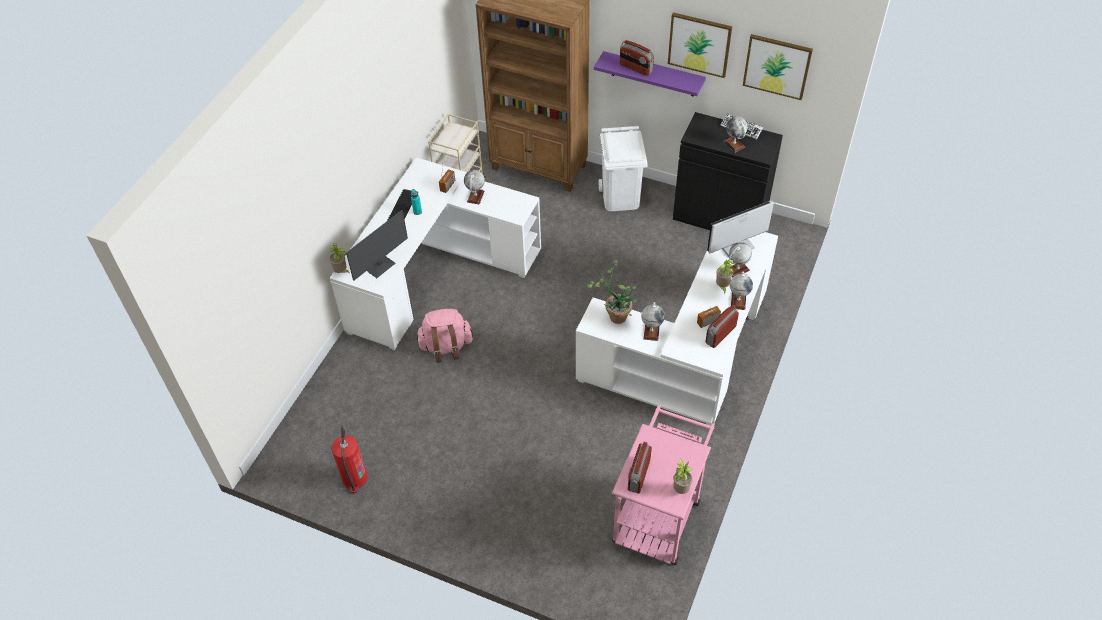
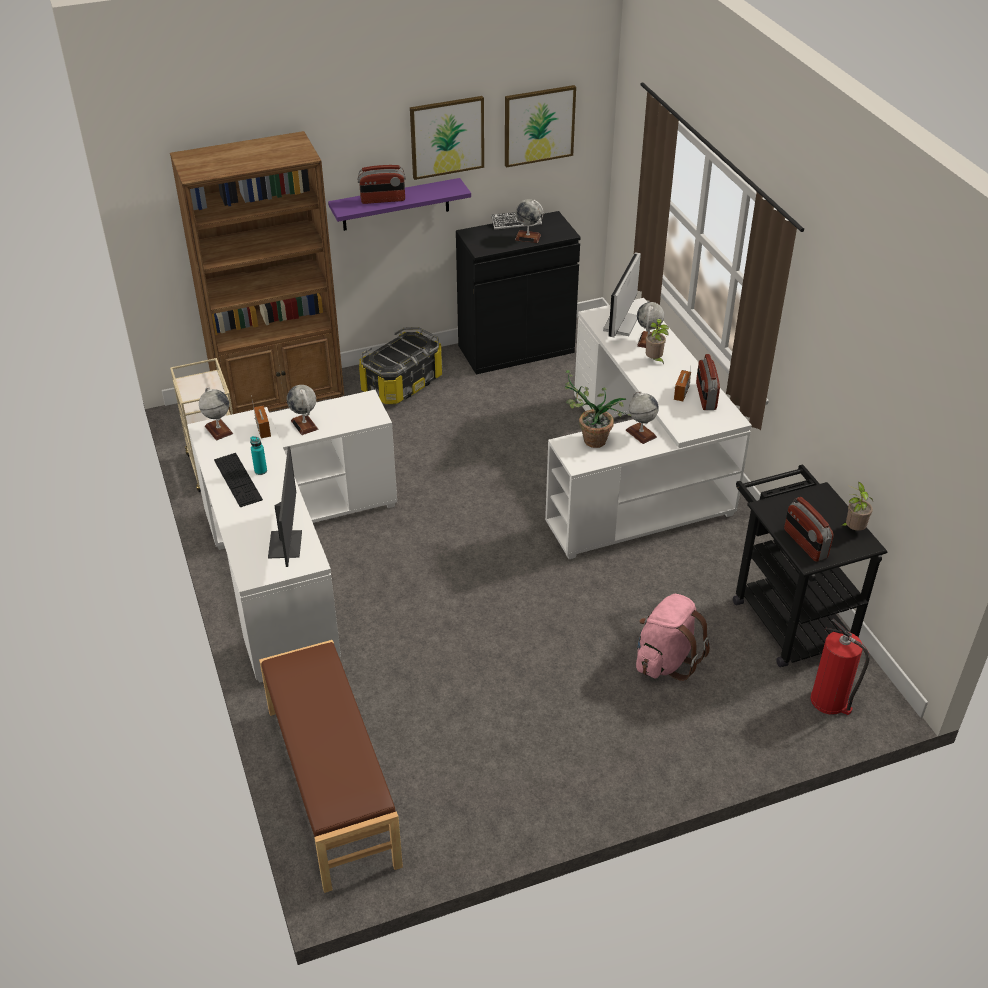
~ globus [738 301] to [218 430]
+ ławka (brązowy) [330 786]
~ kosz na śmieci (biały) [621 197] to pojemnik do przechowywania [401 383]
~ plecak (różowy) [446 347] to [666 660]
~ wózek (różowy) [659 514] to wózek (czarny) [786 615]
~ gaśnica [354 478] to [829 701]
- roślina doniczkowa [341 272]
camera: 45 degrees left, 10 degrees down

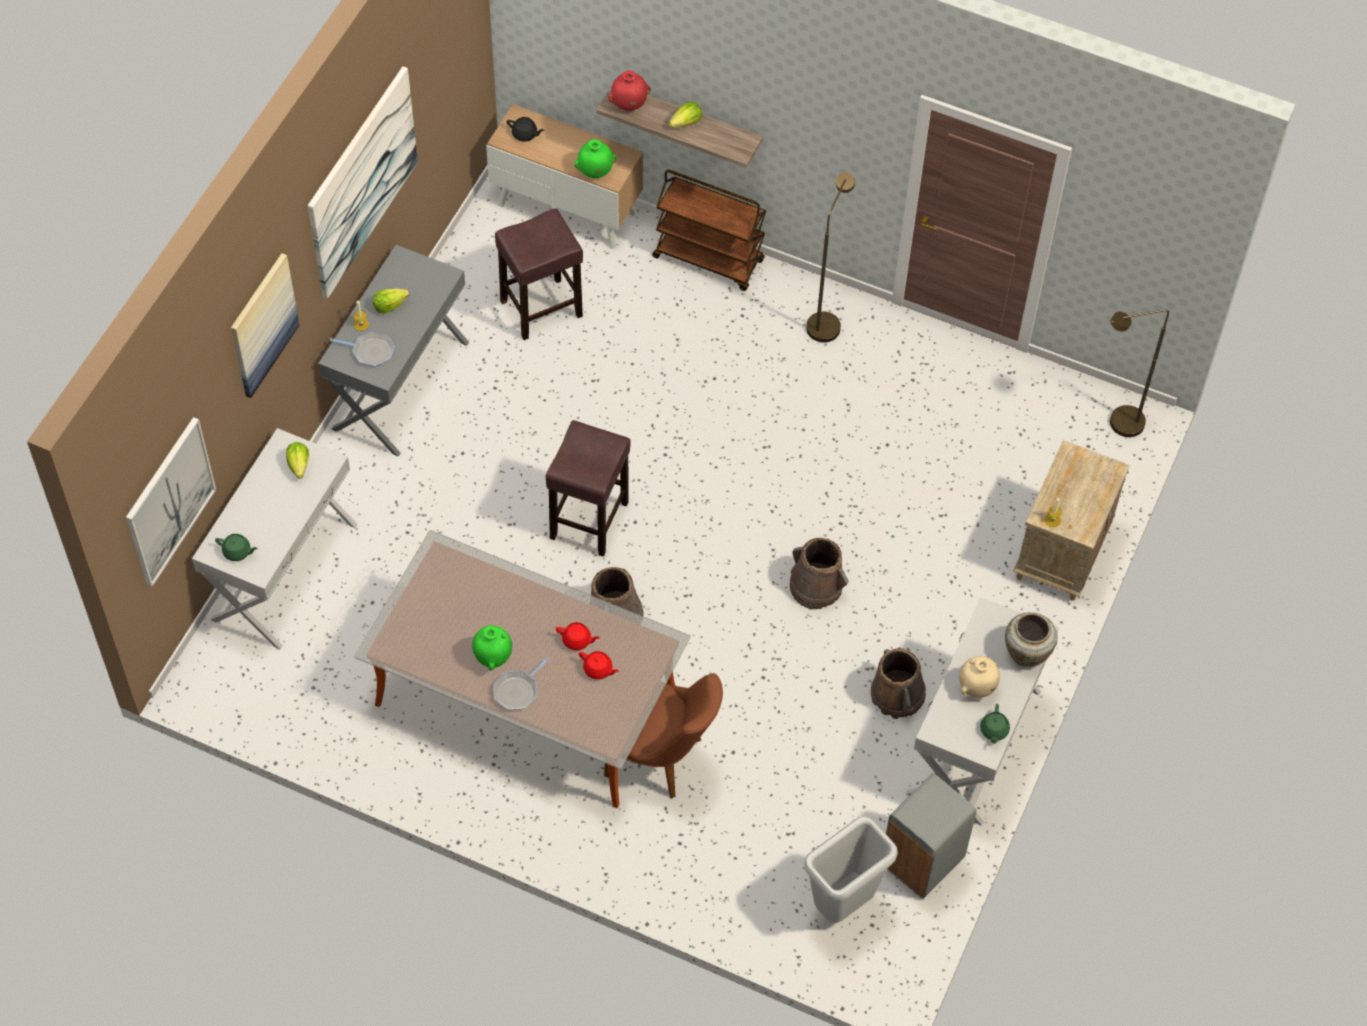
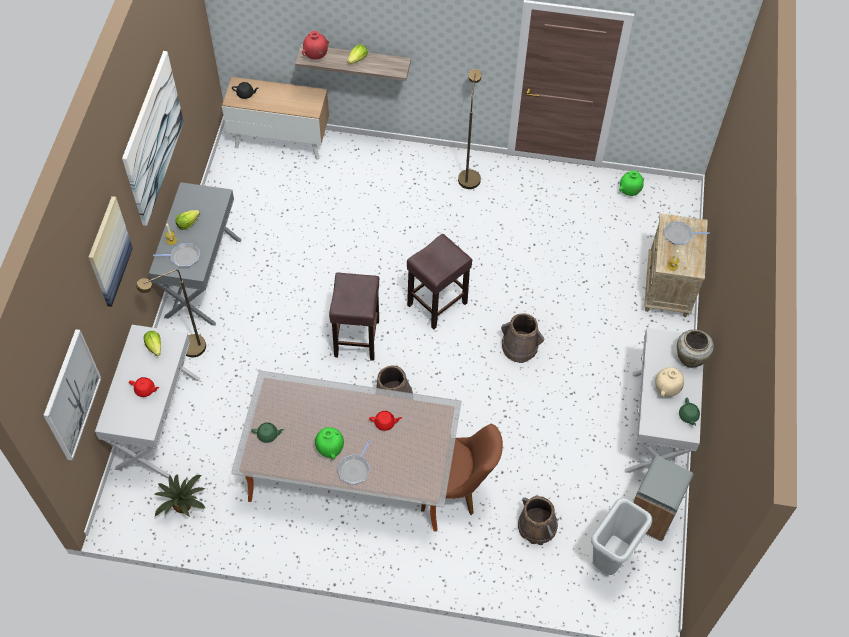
~ imbryk (czerwony) [598 669] to [145 390]
~ lampa stojąca (brązowy) [1118 425] to [187 350]
+ roślina doniczkowa [183 504]
~ imbryk (zielony) [237 552] to [268 435]
~ stołek (brązowy) [542 308] to [438 303]
~ wiadro (brązowy) [897 694] to [537 526]
~ wazon (zielony) [595 172] to [629 191]
+ patelnia [679 235]
- wózek (brązowy) [709 259]
camera: 15 degrees left, 0 degrees up

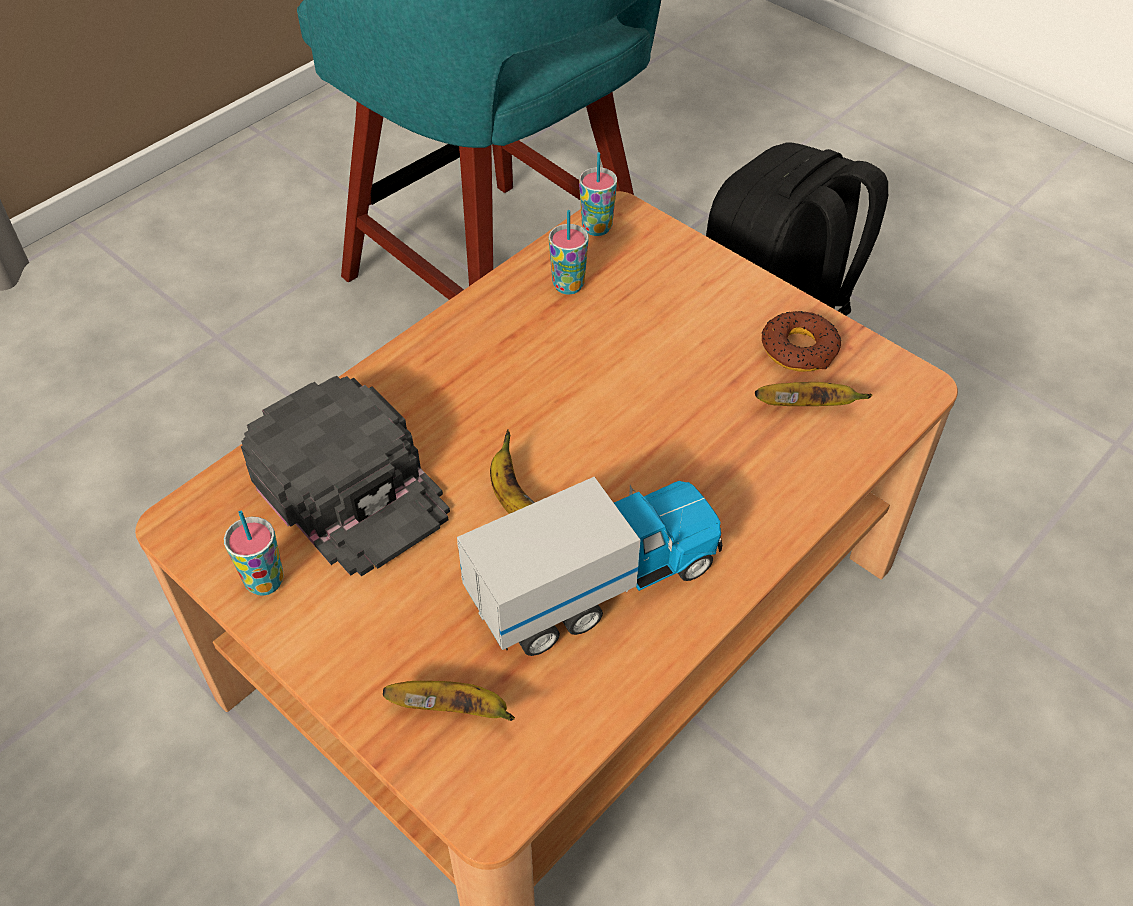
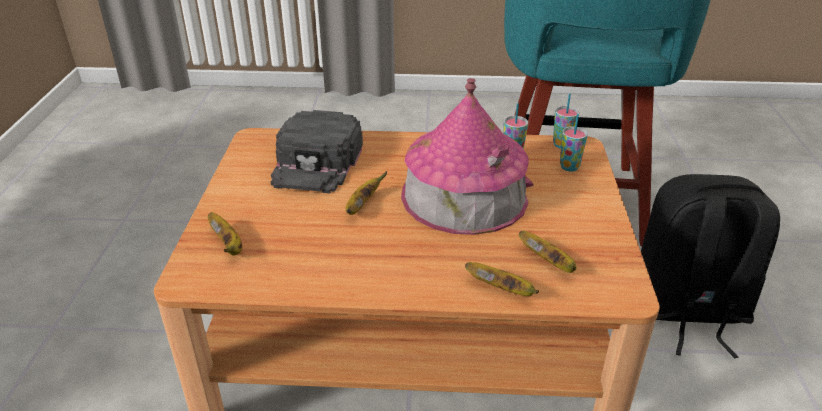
+ domek [464 195]
+ banan [502 289]
~ filiżanka [265 582] to [569 167]
- ciężarówka zabawkowa [596 584]
- donut [799 349]
camera: 50 degrees right, 15 degrees down

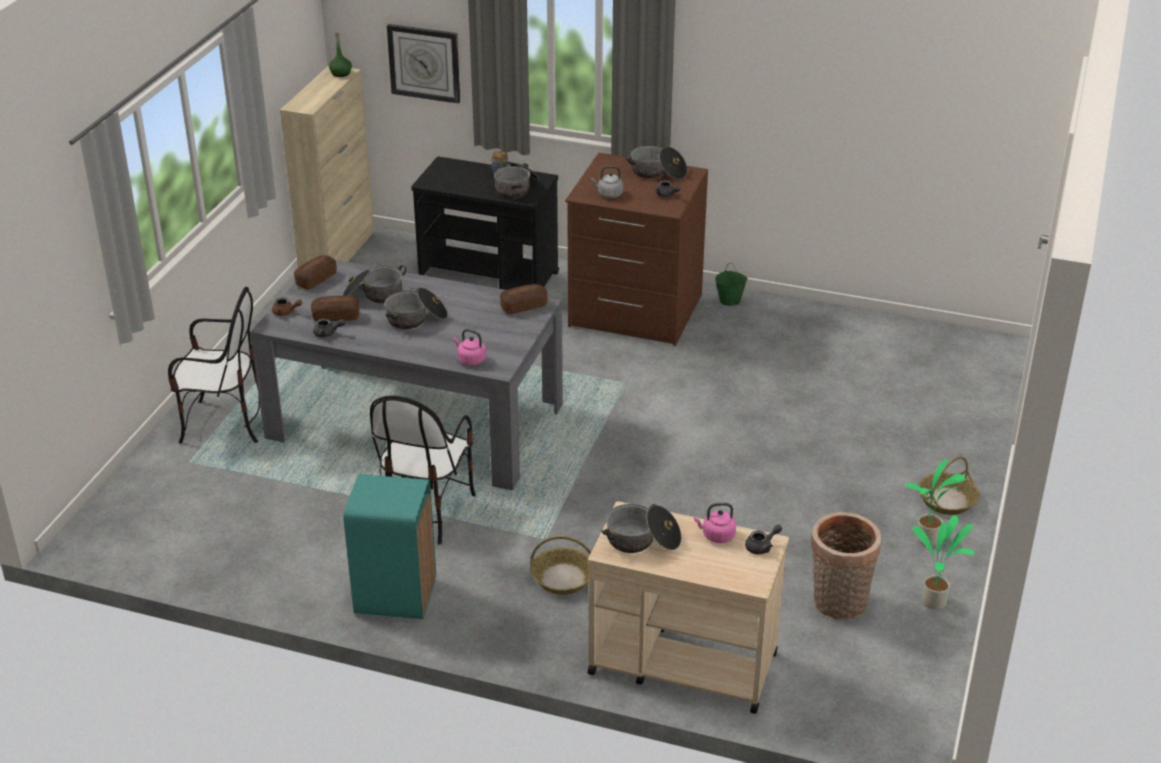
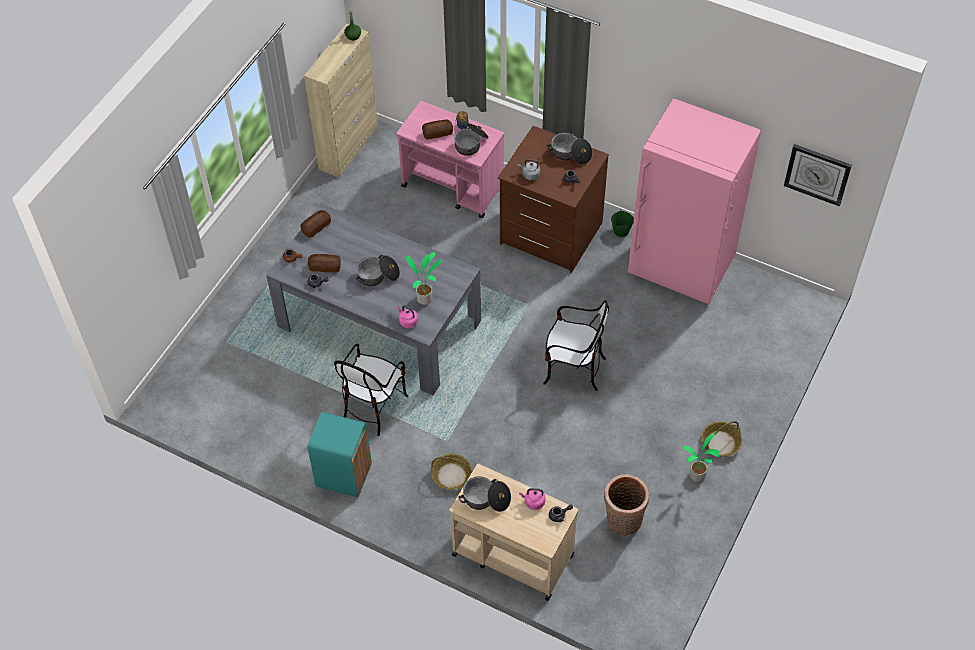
~ wózek (czarny) [490 278] to wózek (różowy) [453 187]
~ roślina doniczkowa [935 601] to [425 298]
~ chleb [523 306] to [437 133]
~ krzesło [224 424] to [573 369]
+ lodówka (różowy) [681 269]
~ zegar ścienny [424 63] to [817 174]
- garnek [374 295]
camera: 10 degrees right, 20 degrees up

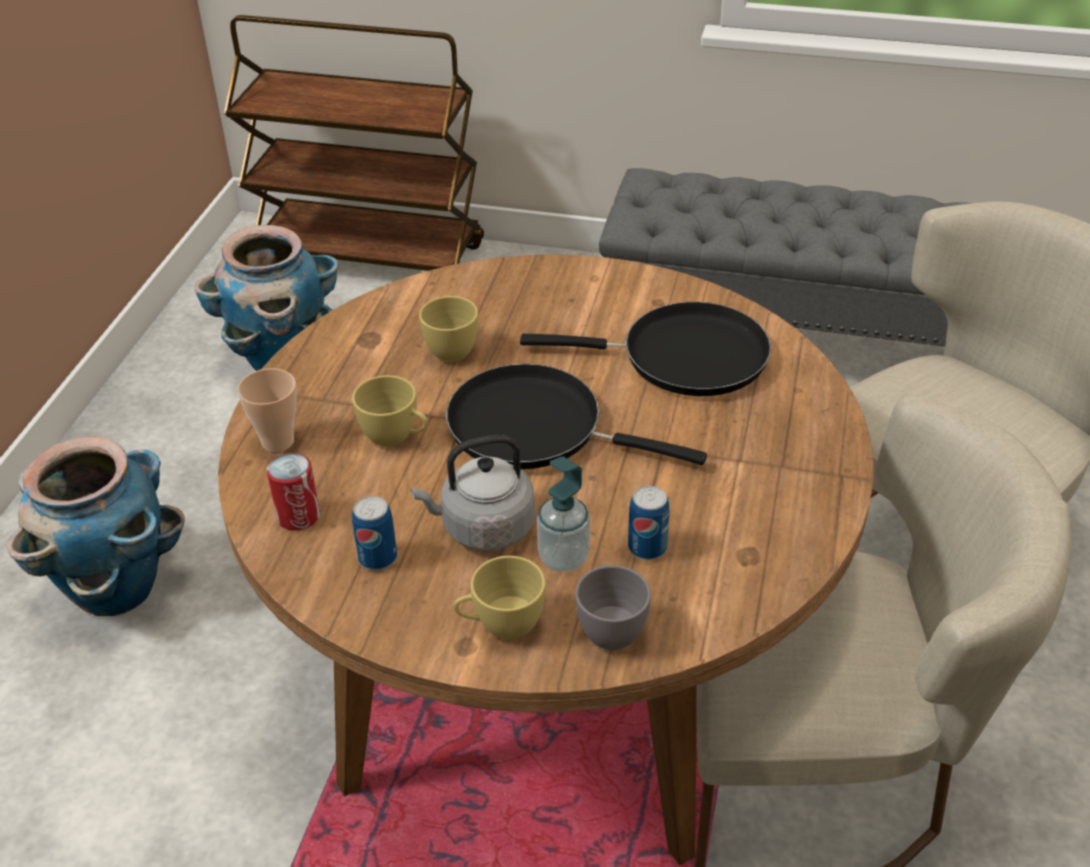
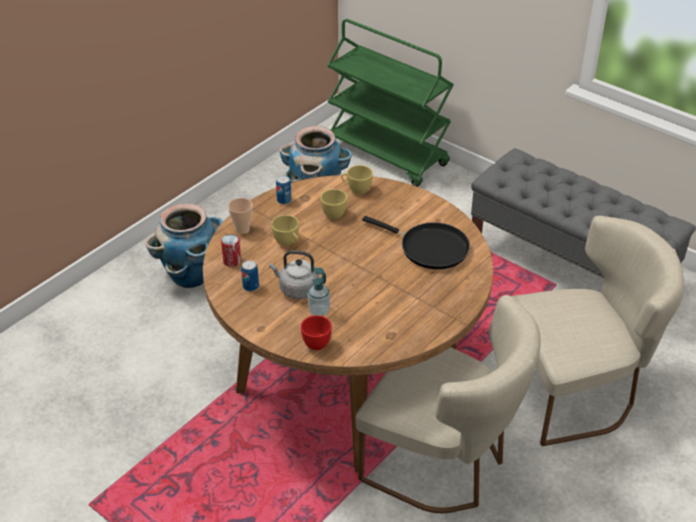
~ puszka [647 548] to [284 200]
~ filiżanka (szary) [610 627] to filiżanka (czerwony) [317 341]
~ wózek (brązowy) [370 258] to wózek (zielony) [387 155]
~ filiżanka (żółty) [501 625] to [356 189]
- patelnia (czarny) [536 428]
camera: 25 degrees right, 0 degrees up

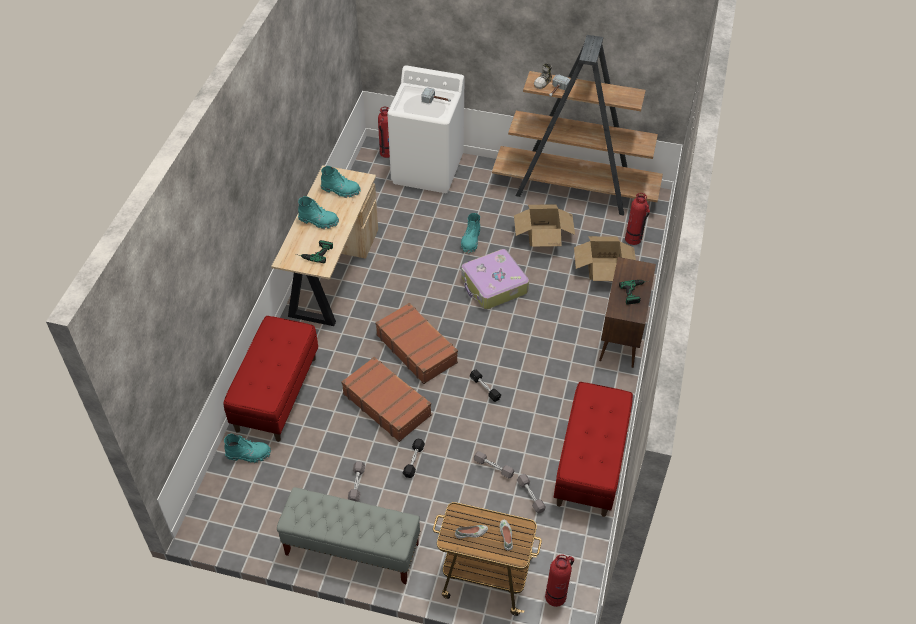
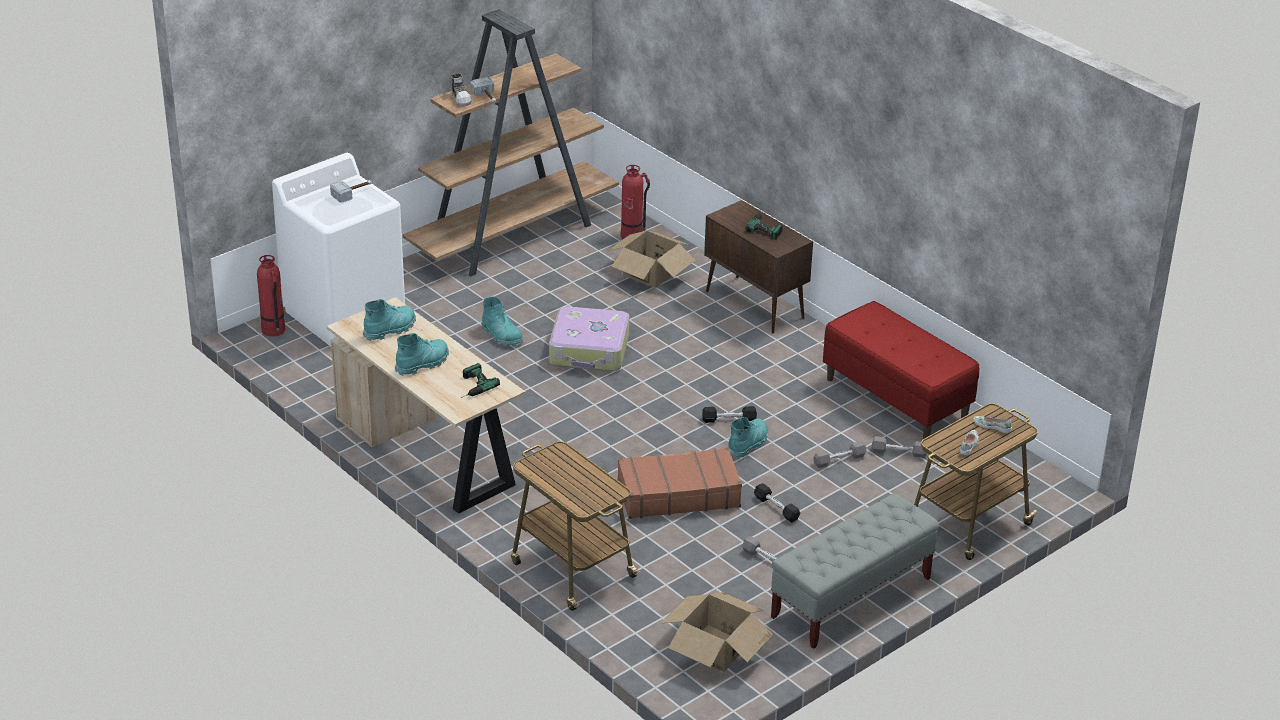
~ ławka (czerwony) [276 393] to wózek [571 568]
~ karton [543 235] to [715 647]
~ but z cholewką (turkusowy) [248 454] to [747 444]
- walizka (brązowy) [417 348]
- gaśnica [556 596]
camera: 55 degrees left, 15 degrees down

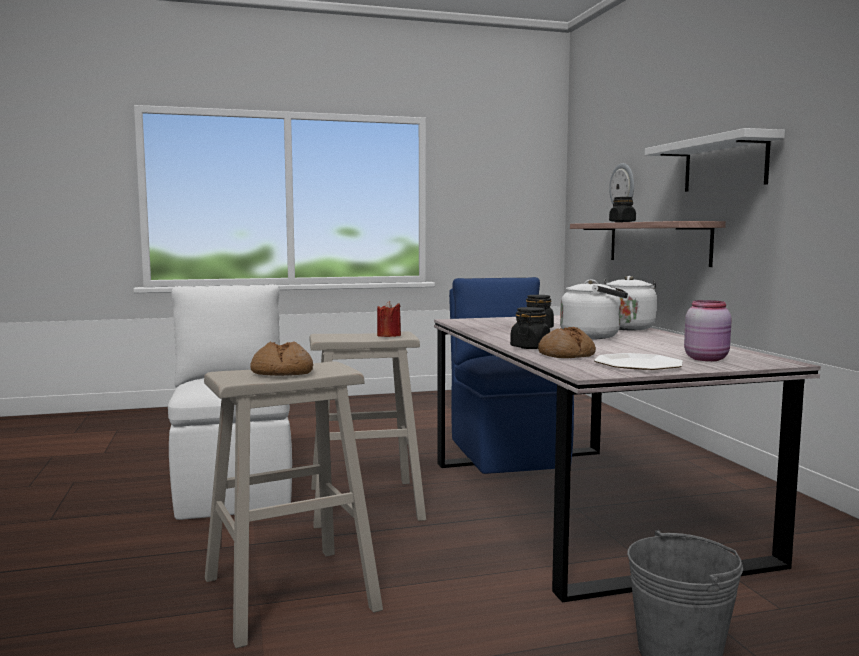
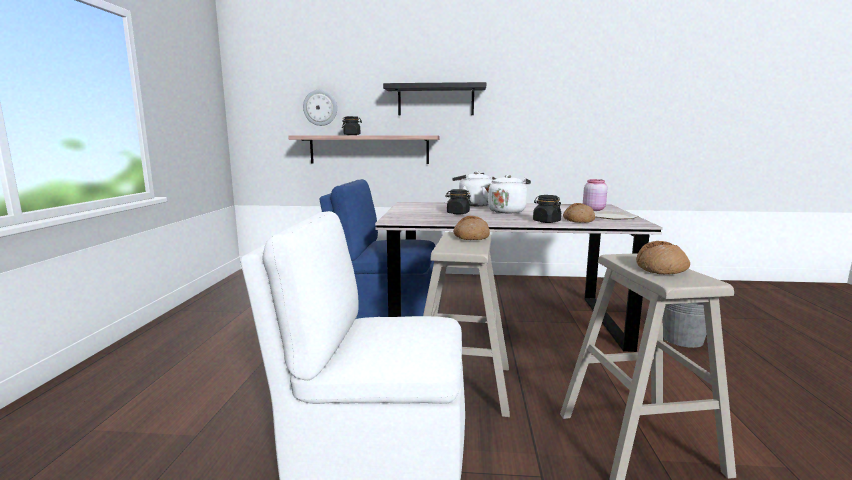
~ półka (biały) [725 164] to półka (czarny) [435 100]
~ świeca (czerwony) [389 336] to chleb [471 236]
camera: 70 degrees left, 5 degrees up

